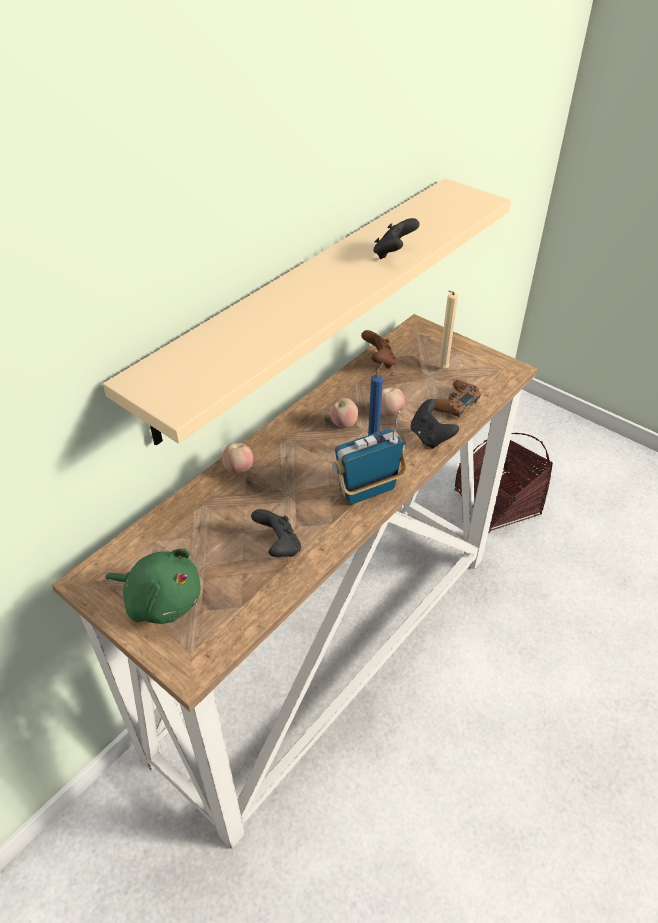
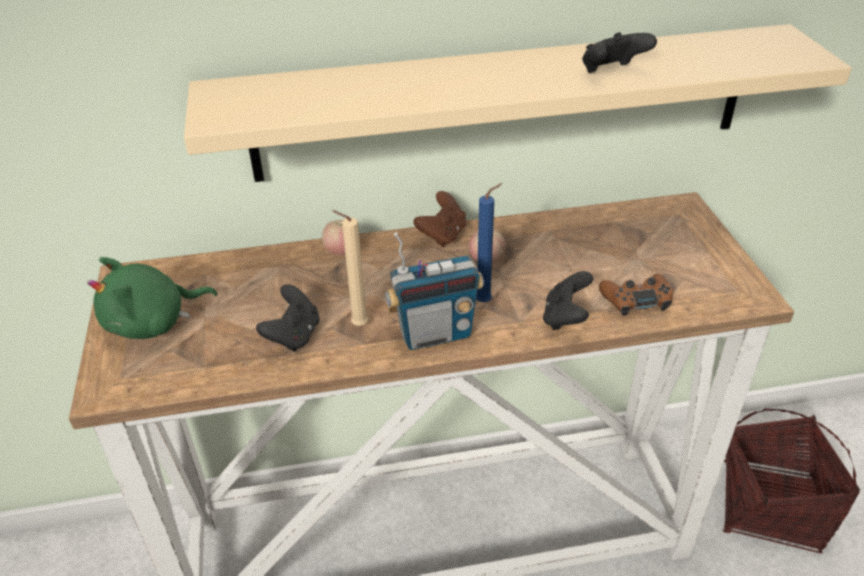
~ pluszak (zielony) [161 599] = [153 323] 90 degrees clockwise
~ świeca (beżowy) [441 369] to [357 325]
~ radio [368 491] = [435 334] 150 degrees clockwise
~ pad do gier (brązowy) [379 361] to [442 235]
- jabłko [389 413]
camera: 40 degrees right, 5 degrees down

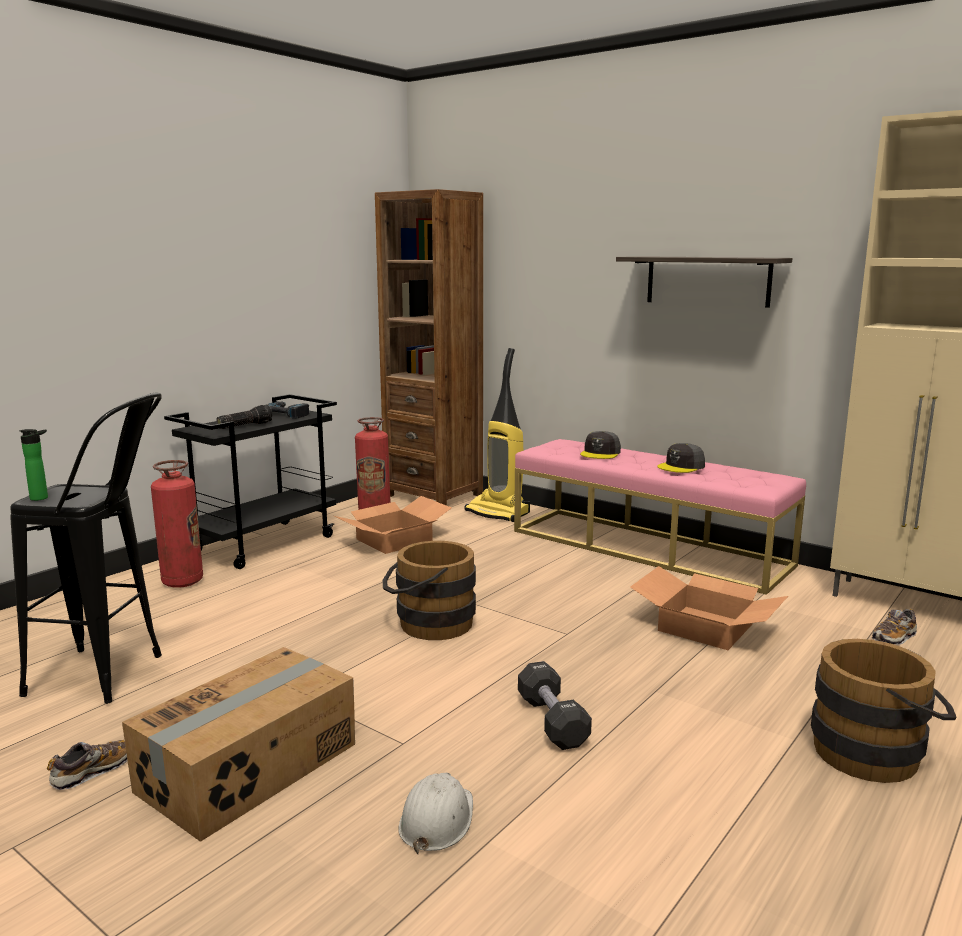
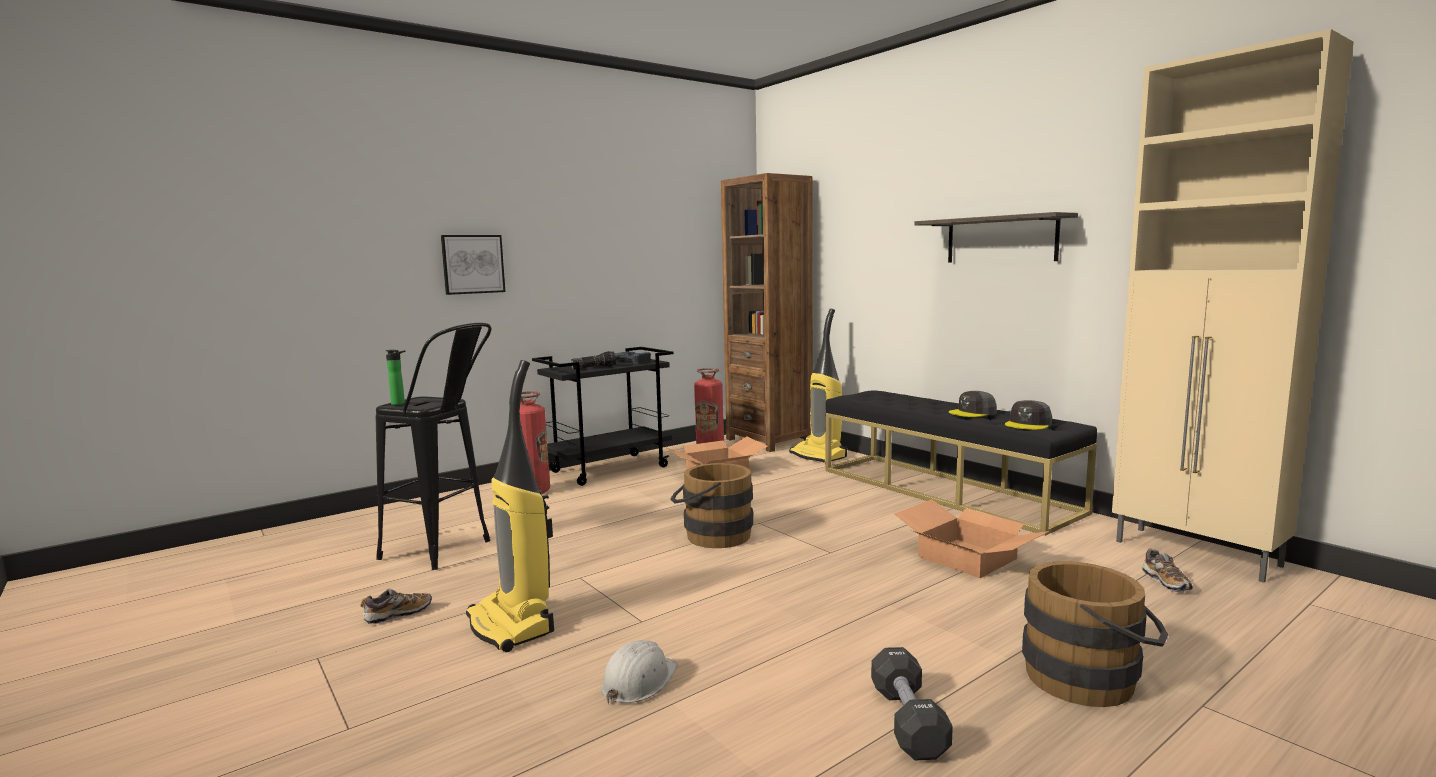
+ obraz [473 264]
~ karton [250 767] to odkurzacz [512 625]
~ ławka (różowy) [648 548] to ławka (czarny) [945 490]
~ hantel (czarny) [552 721] to [908 721]
~ czapka z daszkiem (szary) [600 453] to [1028 424]
~ but [894 638] = [1166 582] 75 degrees counterclockwise
camera: 15 degrees right, 5 degrees down

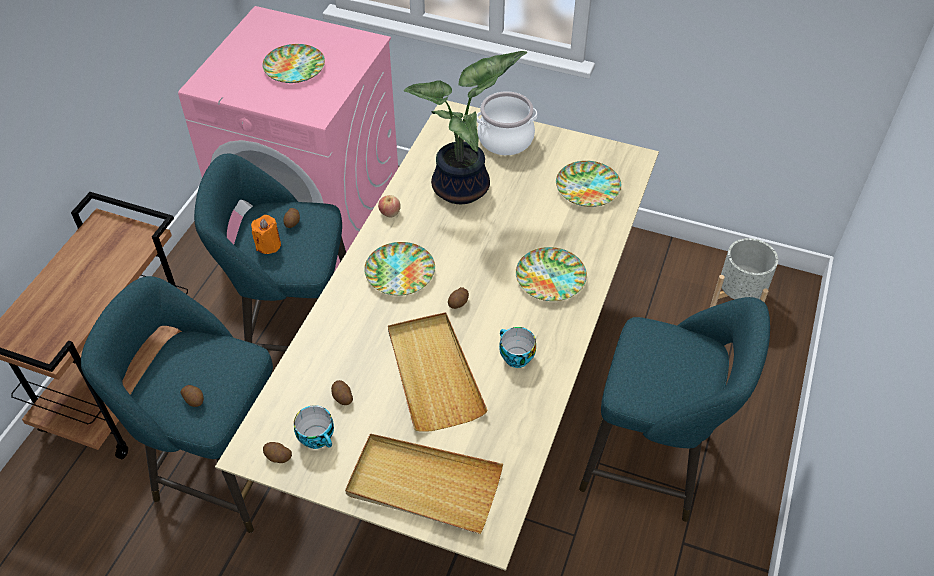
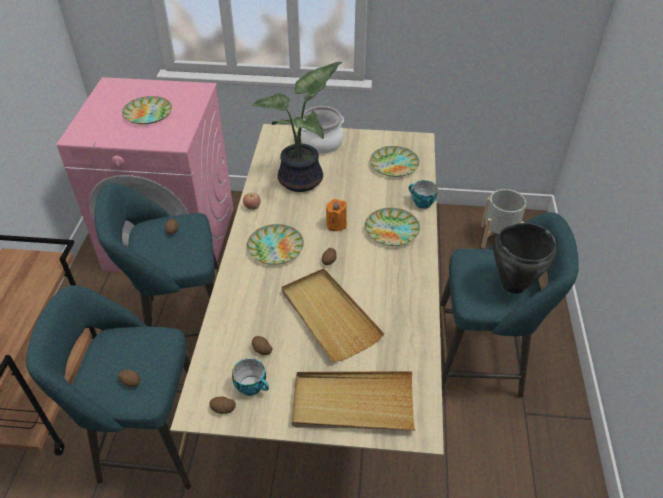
~ świeca (pomarańczowy) [268 245] to [336 224]
~ filiżanka [514 357] to [421 203]
+ garnek (czarny) [512 285]
camera: 15 degrees left, 5 degrees down

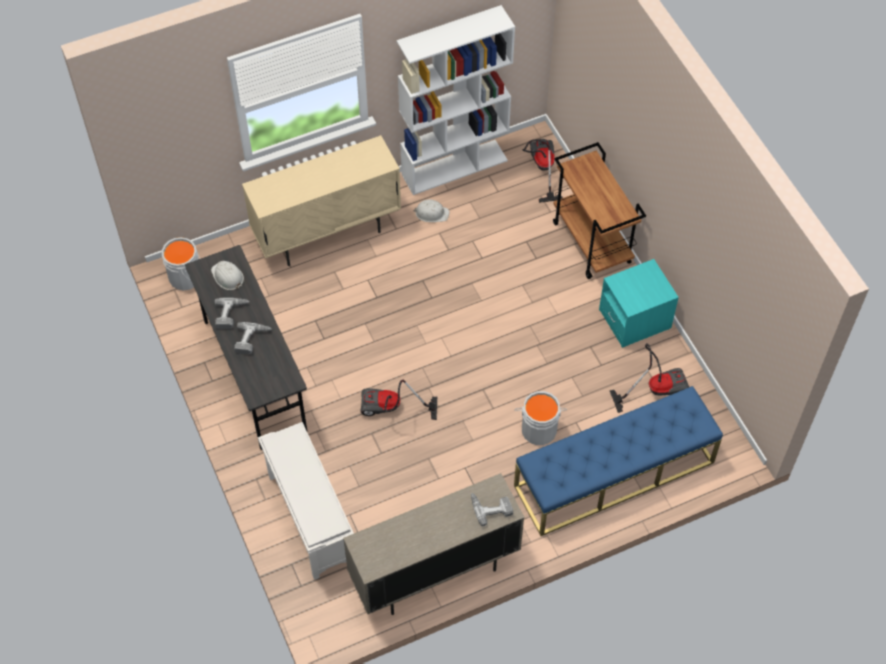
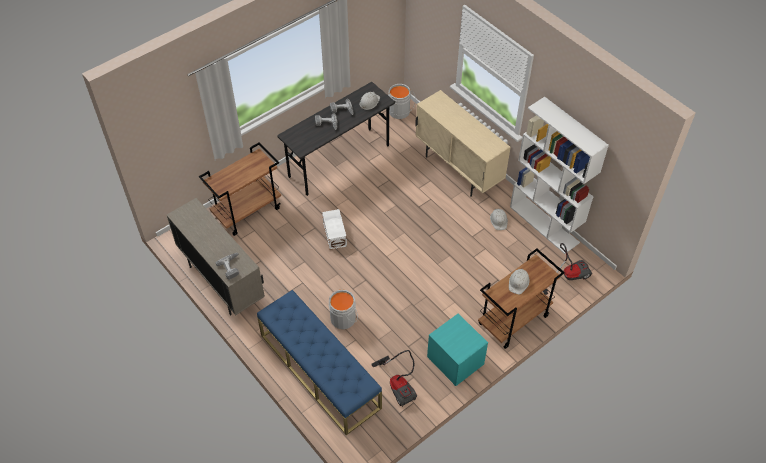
~ regał na buty (biały) [309 518] to wózek (brązowy) [247 211]
~ odkurzacz [391 409] to pojemnik do przechowywania (biały) [335 234]
+ kask (biały) [518 282]
camera: 75 degrees right, 5 degrees down

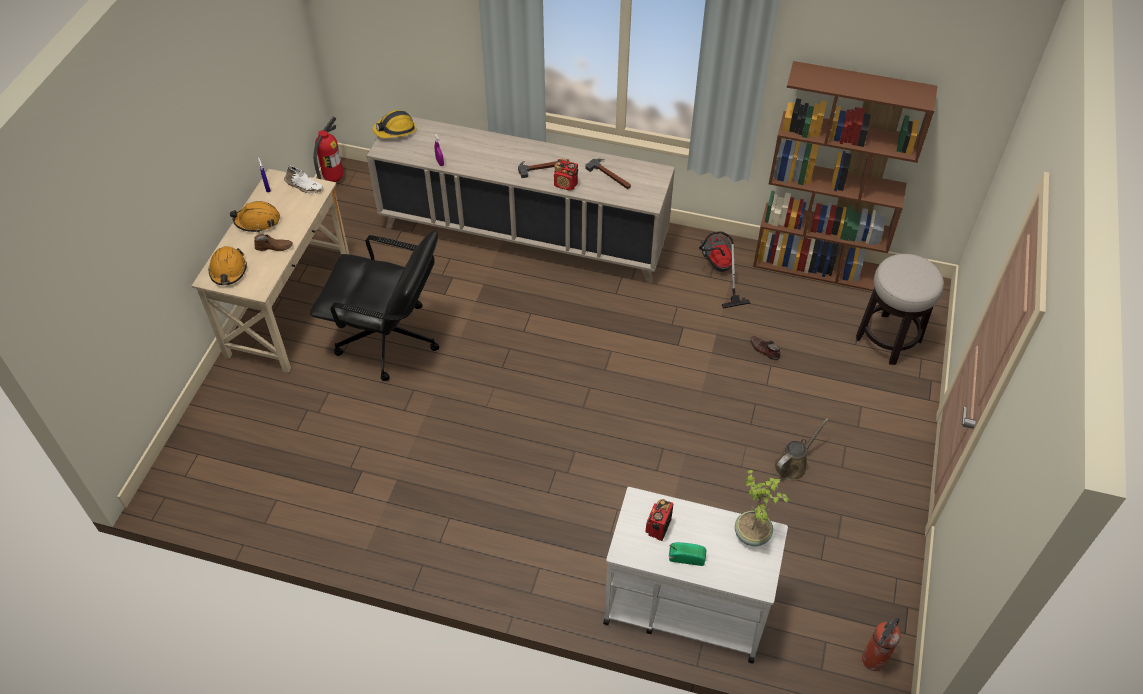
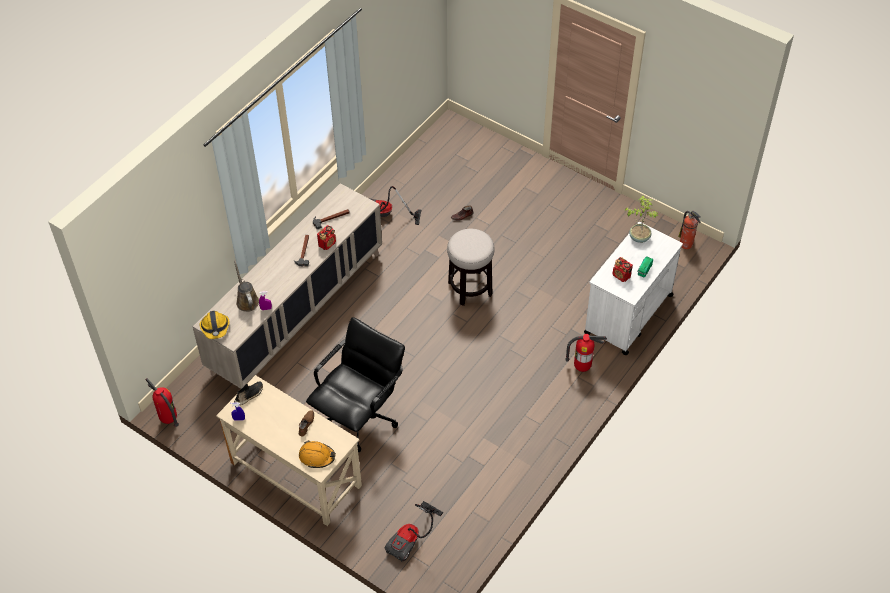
~ konewka (brązowy) [793 464] to [246 300]
~ but (biały) [304 186] to but (czarny) [249 395]
+ odkurzacz [412 539]
~ stołek [888 339] to [470 288]
+ gaśnica [582 367]
- kask (pomarańczowy) [257 221]
- regał (brązowy) [816 266]
camera: 70 degrees left, 0 degrees up

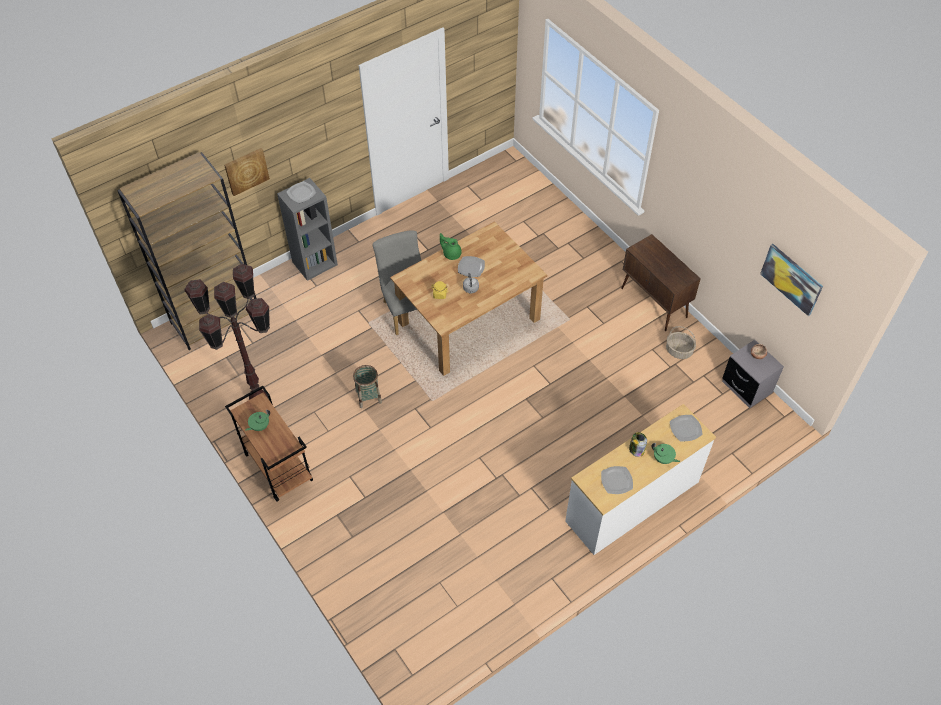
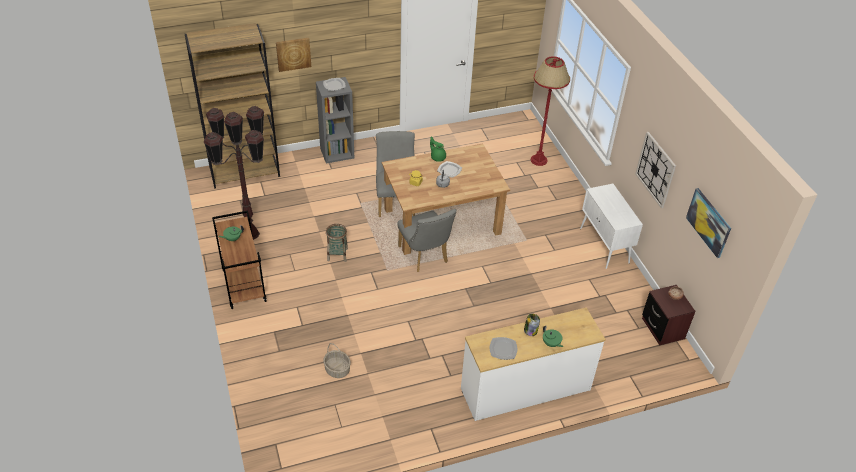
~ koszyk [678 351] to [337 369]
+ krzesło (szary) [425 257]
+ lampa stojąca (czerwony) [539 160]
~ szafka (brązowy) [654 303] to szafka (biały) [604 246]
+ zegar ścienny [655 169]
~ szafka nocna (szary) [746 387] to szafka nocna (brązowy) [662 328]
- talerz [685 428]
camera: 15 degrees right, 10 degrees down

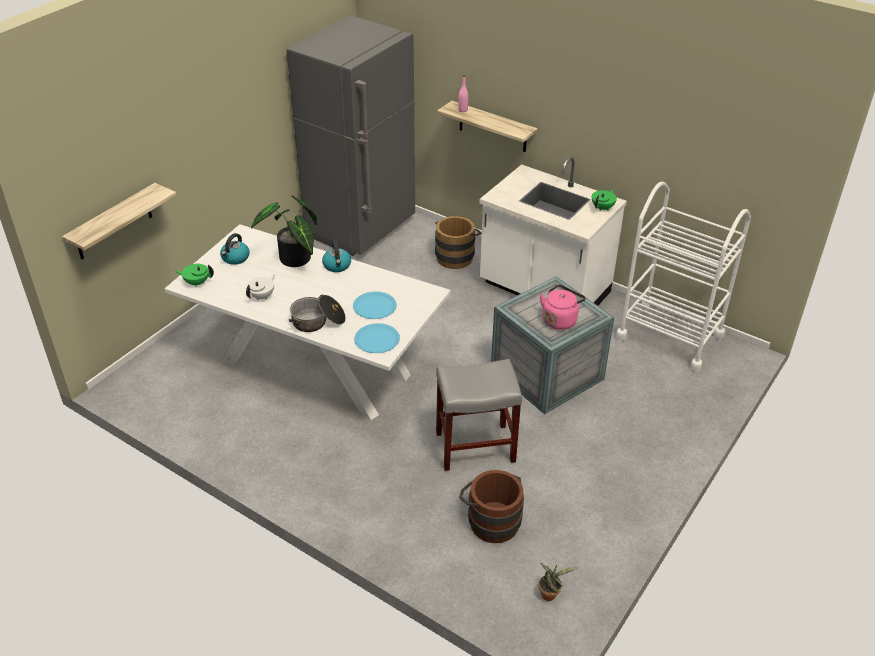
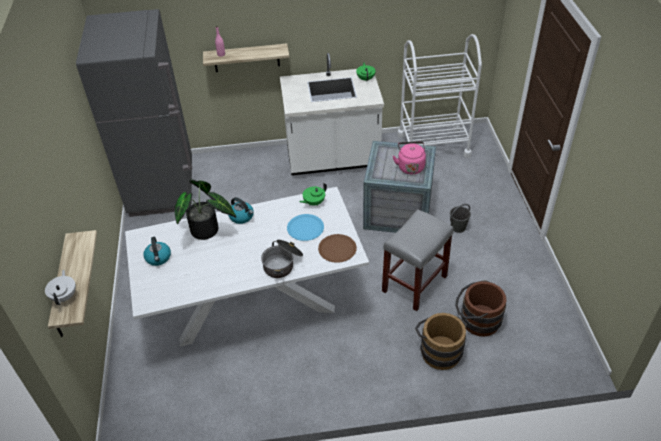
~ imbryk (biały) [262 296] to [65 296]
~ imbryk (zielony) [196 282] to [313 202]
~ talerz (niebieski) [377 339] to talerz (brązowy) [337 249]
~ wiadro (brązowy) [456 256] to [439 350]
+ wiadro (szary) [458 227]
- roślina doniczkowa [550 594]
camera: 40 degrees left, 5 degrees up

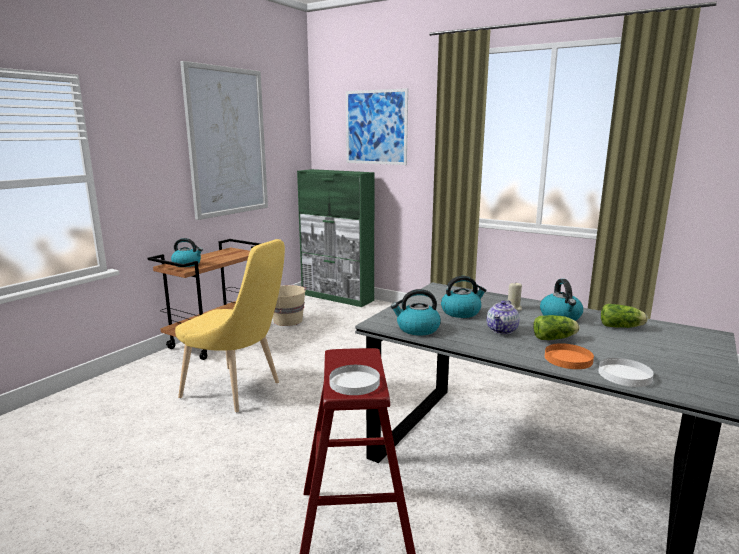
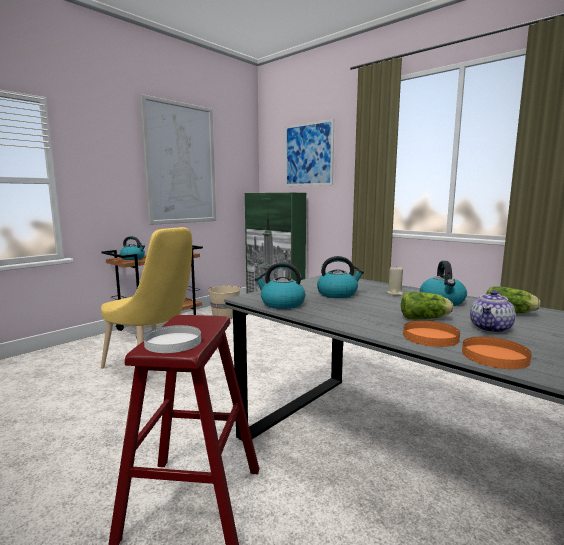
~ talerz (biały) [625 375] to talerz (pomarańczowy) [495 356]
~ imbryk [502 330] to [491 328]
camera: 10 degrees right, 5 degrees down

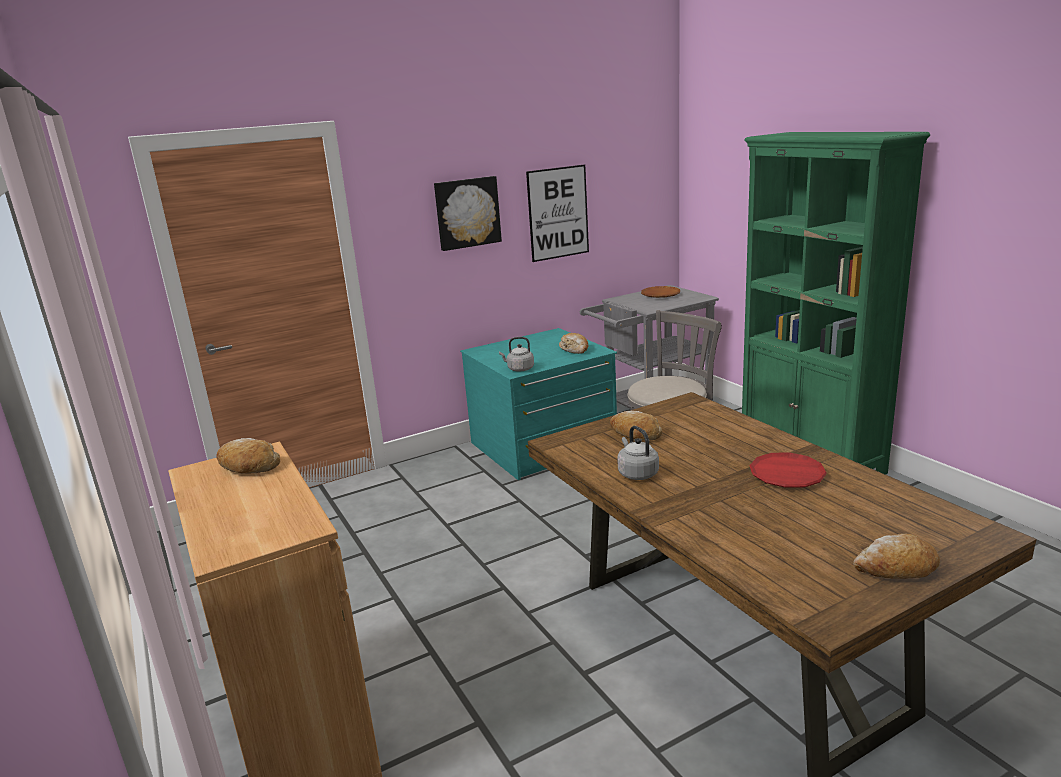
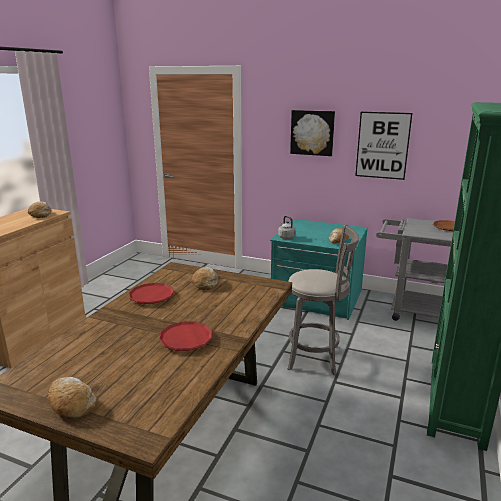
~ czajnik (szary) [637 473] to talerz (czerwony) [151 296]
camera: 50 degrees right, 0 degrees up

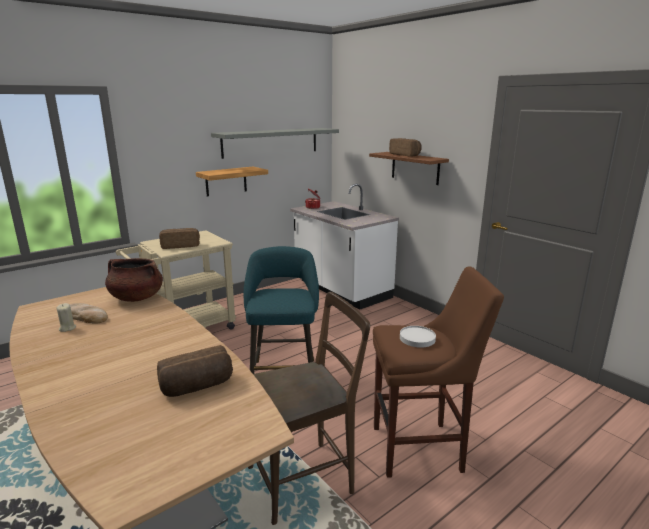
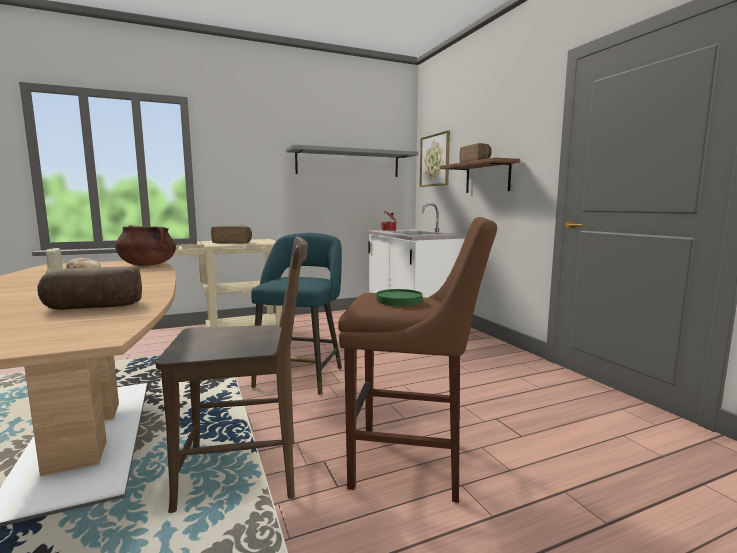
~ talerz (biały) [417 338] to talerz (zielony) [399 300]
+ obraz [435 160]
- półka [226 181]
camera: 15 degrees right, 10 degrees down

